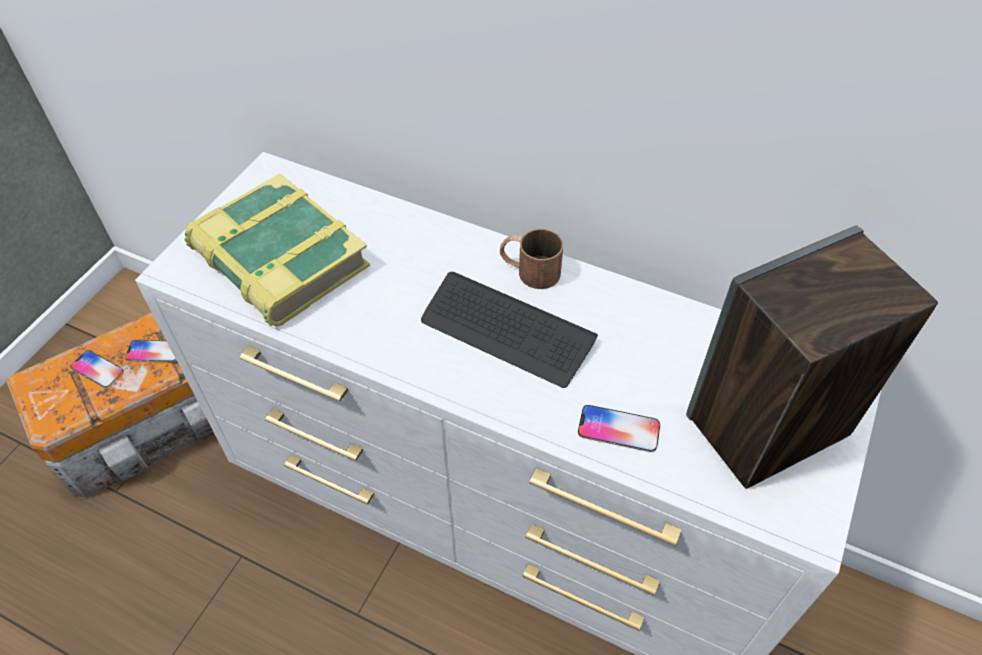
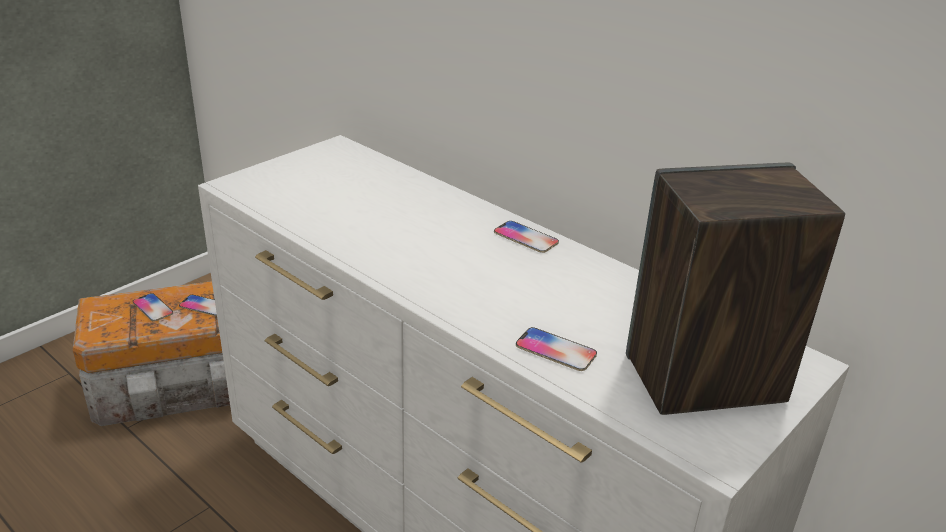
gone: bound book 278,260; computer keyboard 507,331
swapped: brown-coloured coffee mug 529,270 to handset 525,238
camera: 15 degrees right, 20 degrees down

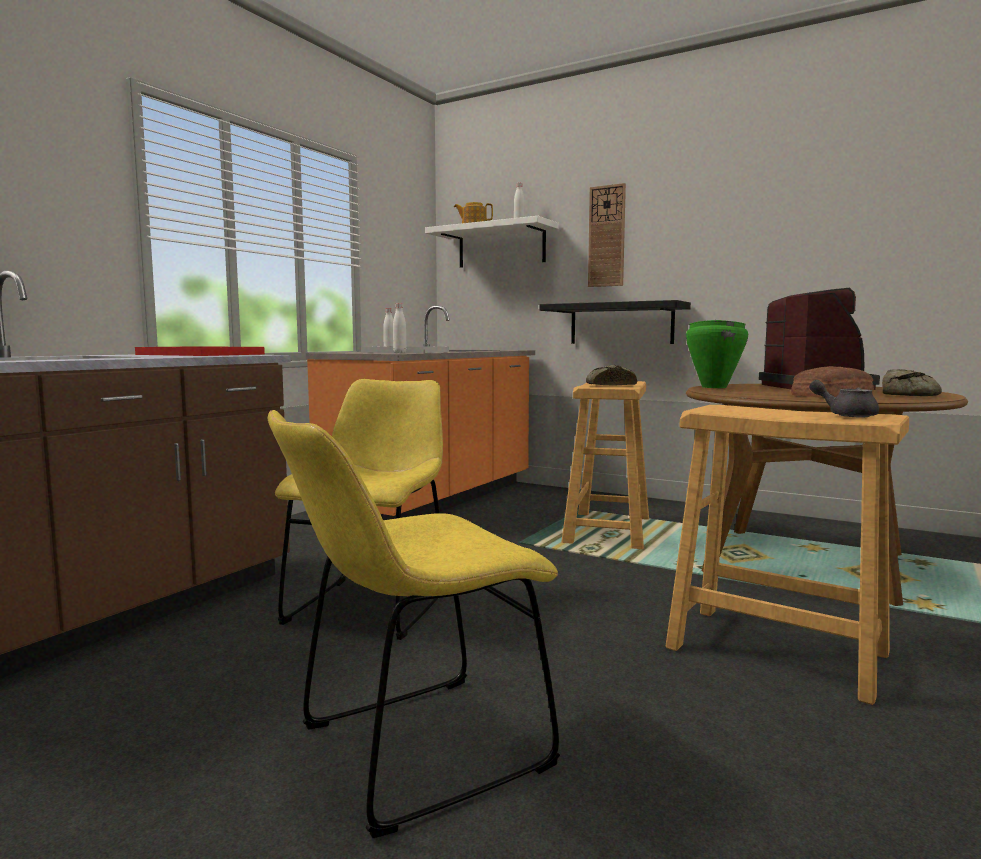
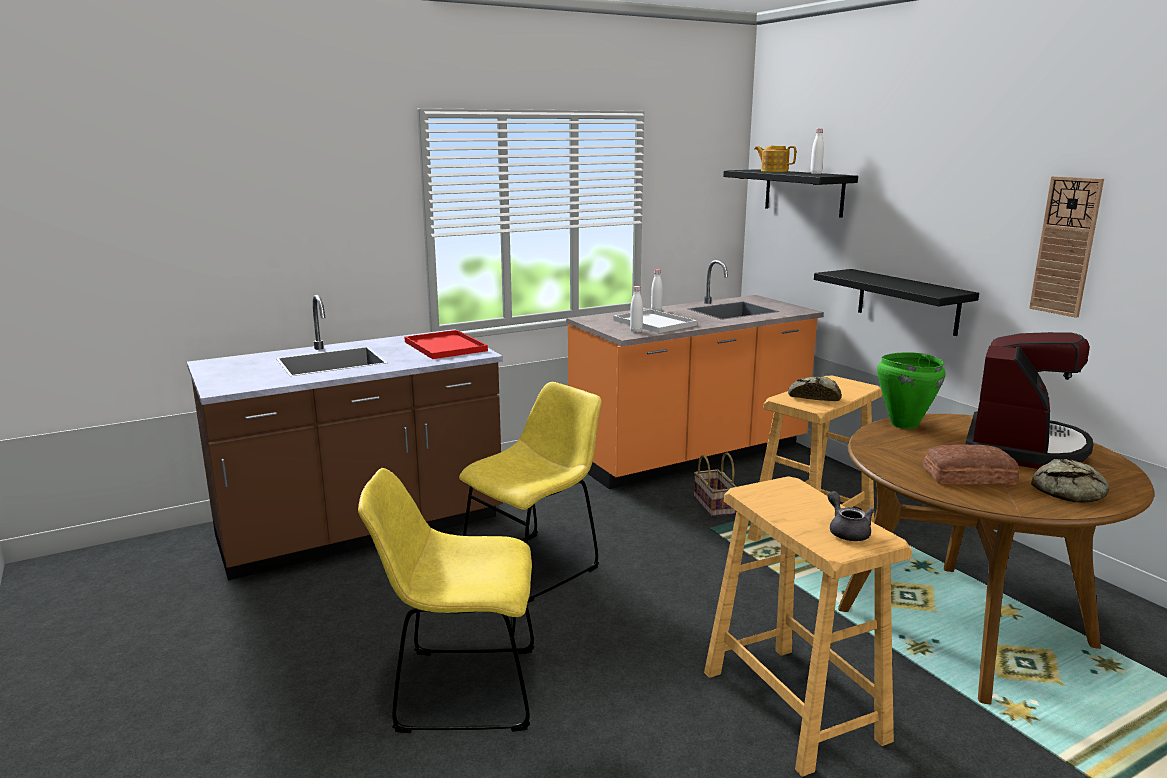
new: basket 715,506
shifted: wall clock 606,236 to 1066,246
repainted: whitish bracket shelf 501,246 to black bracket shelf 803,192
camera: 30 degrees right, 10 degrees up

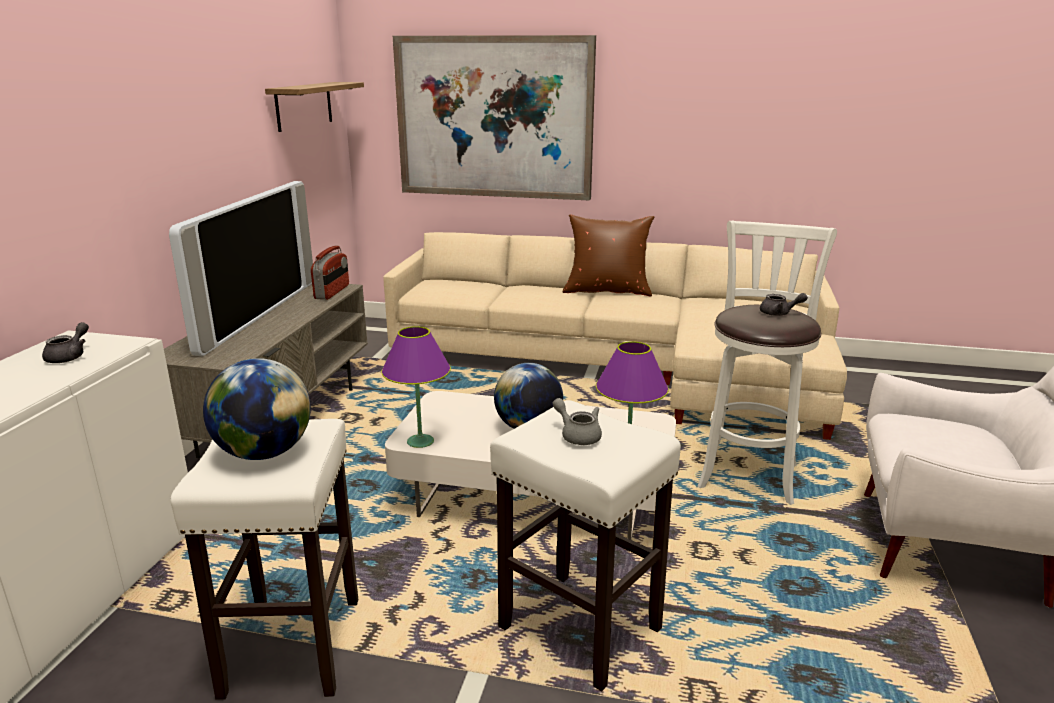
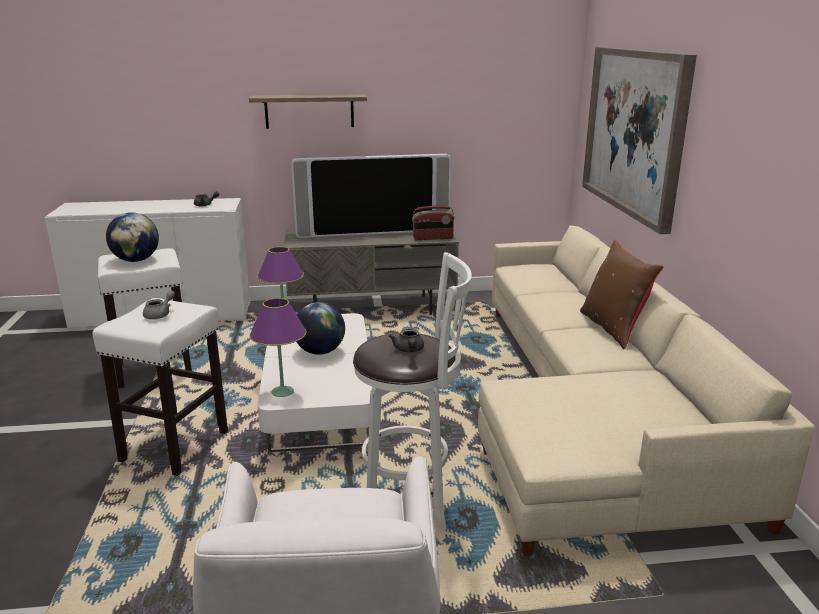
shifted: bracket shelf 304,105 to 309,111
camera: 70 degrees right, 0 degrees up

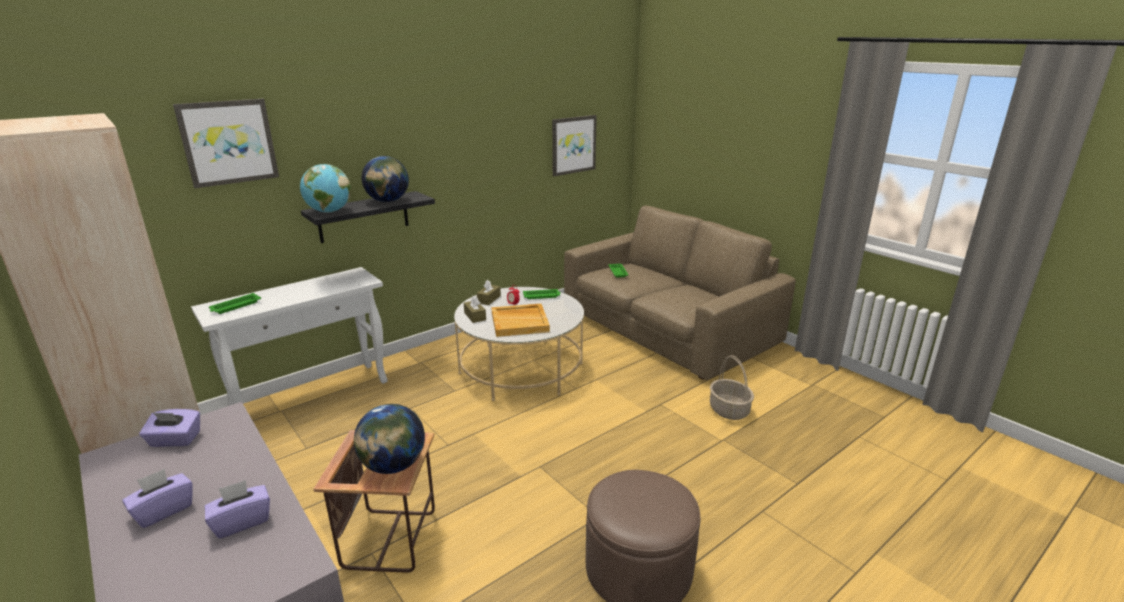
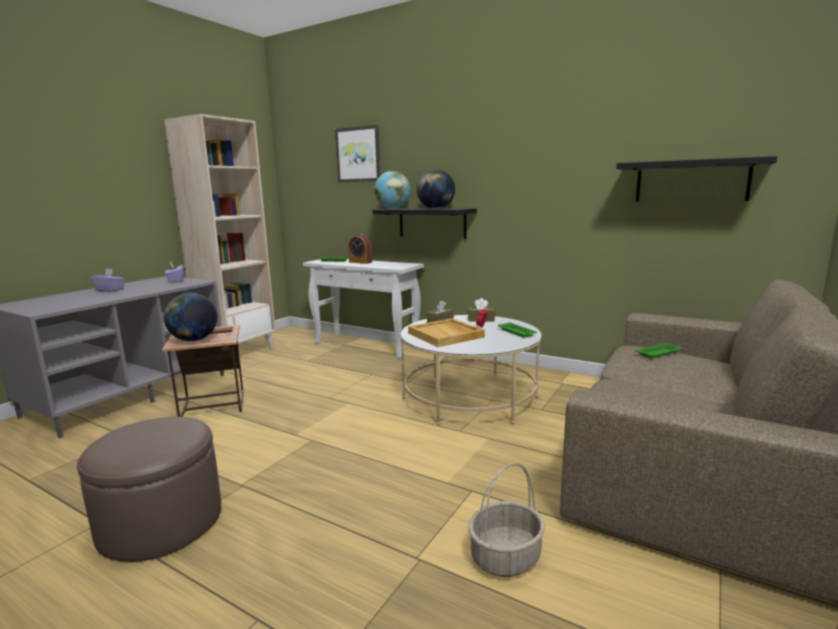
gone: purple-coloured tissue box 242,521
new: bedside clock 360,262
swapped: picture 573,145 to black bracket shelf 691,181
camera: 70 degrees right, 10 degrees down

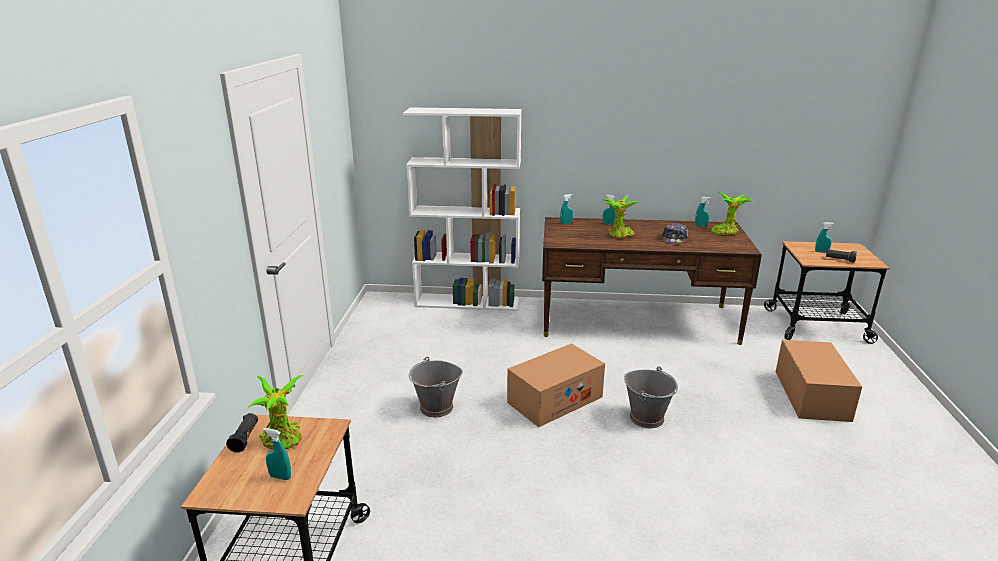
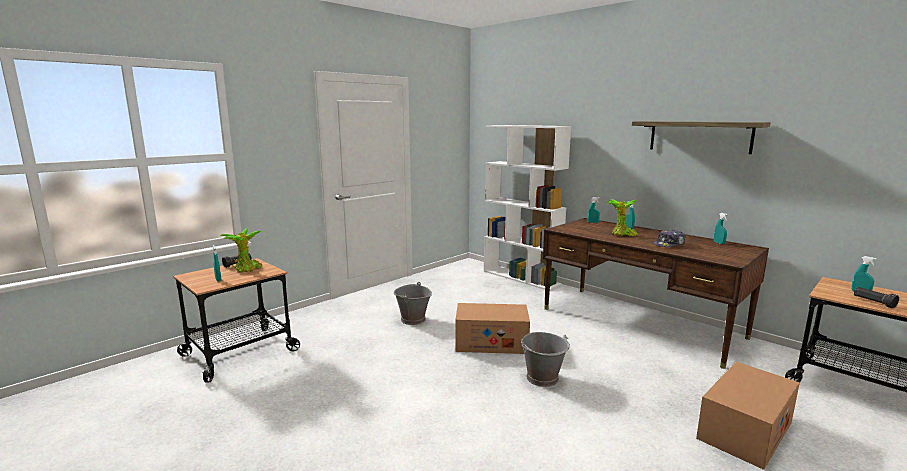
gone: potted plant 726,232
new: bracket shelf 699,136
camera: 40 degrees right, 10 degrees down

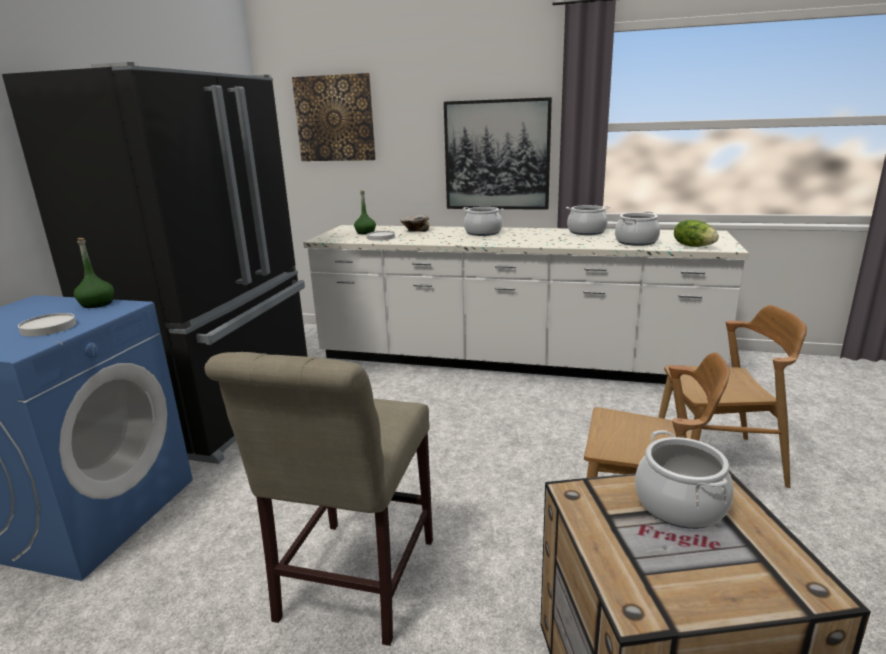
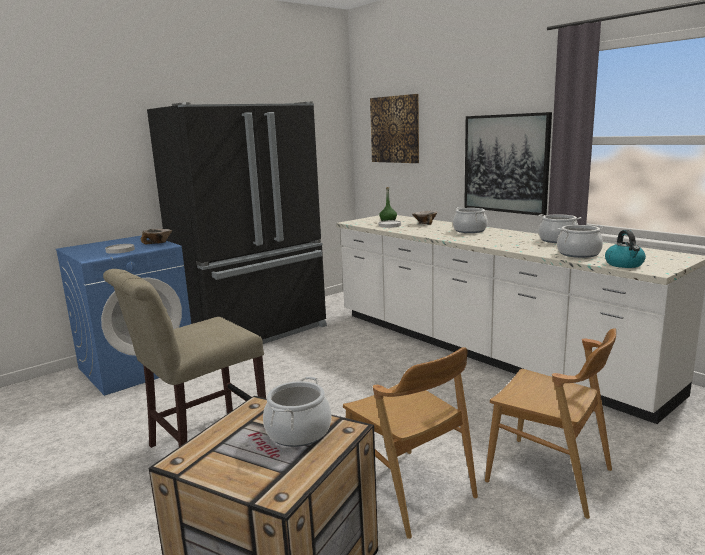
swapped: green-coloured beverage bottle 97,304 to serving bowl 158,242; lettuce head 693,246 to water kettle 624,264
camera: 35 degrees right, 5 degrees down

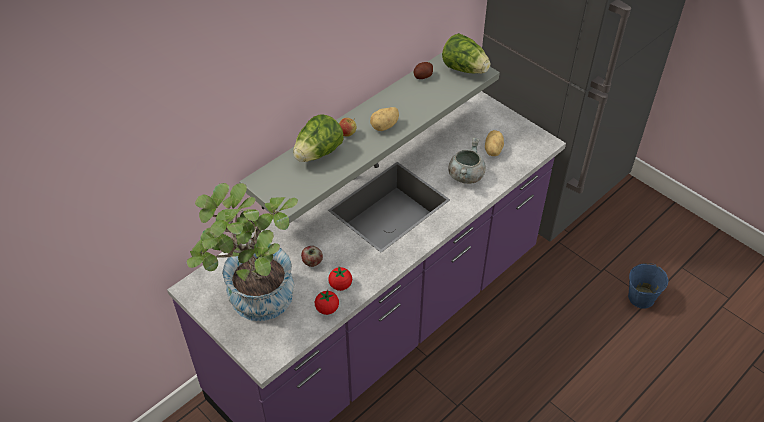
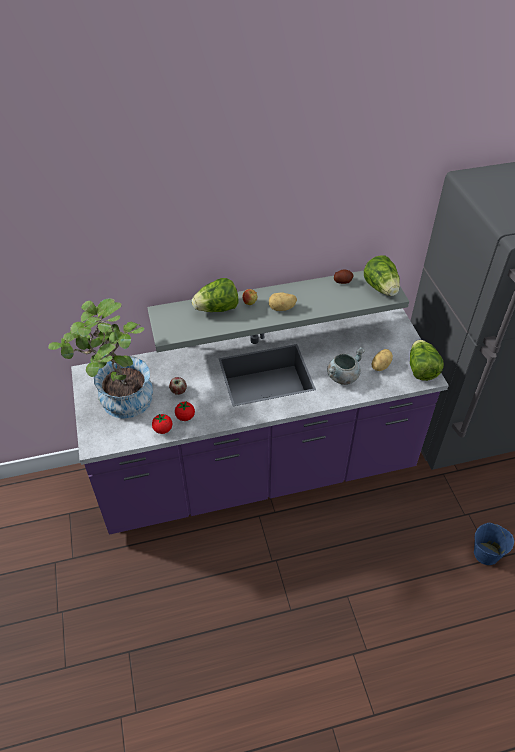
new: lettuce head 421,369
camera: 30 degrees right, 0 degrees up

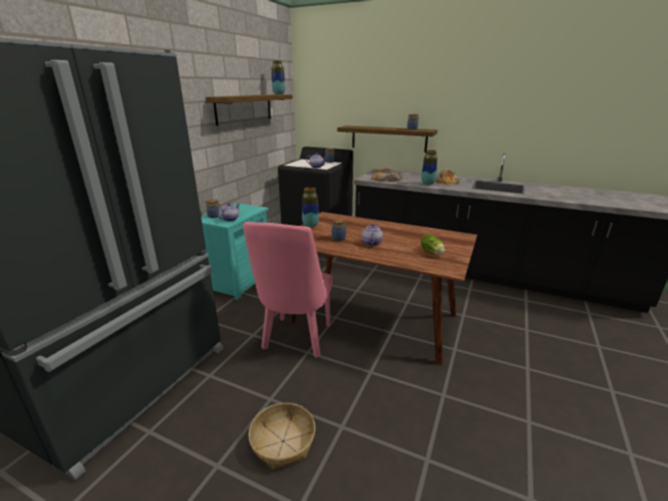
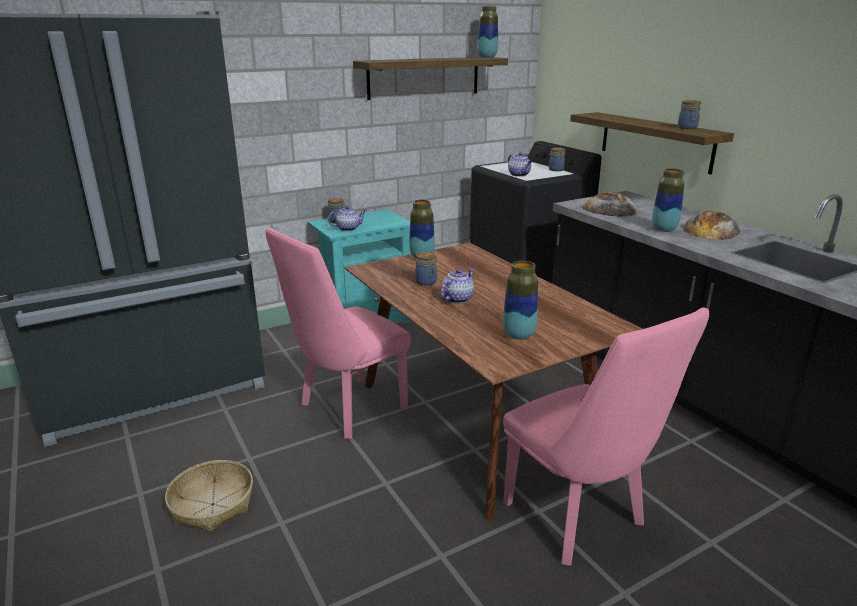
new: pink plain chair 581,520
swapped: lettuce head 432,252 to flower vase 519,335
camera: 35 degrees right, 0 degrees up

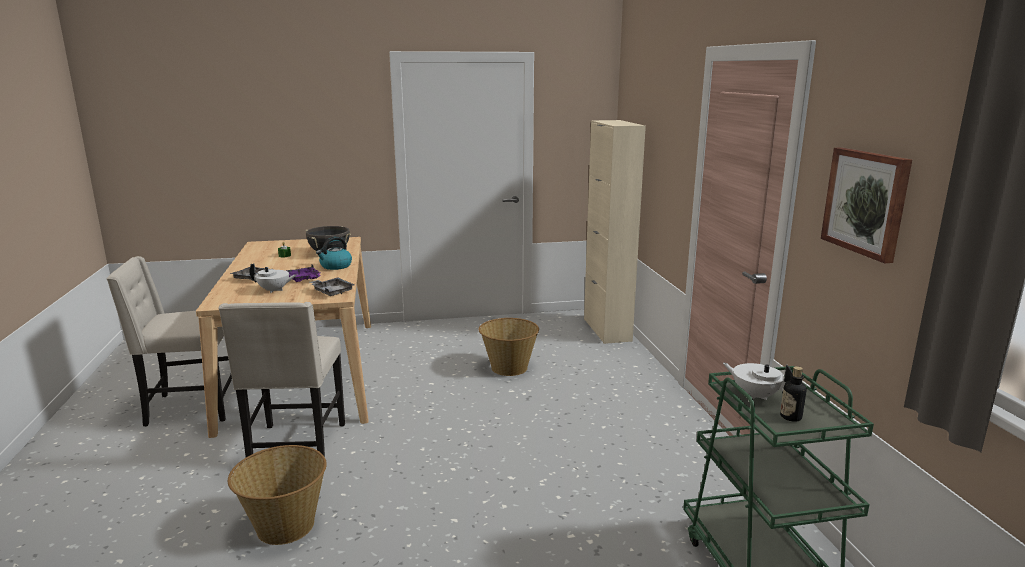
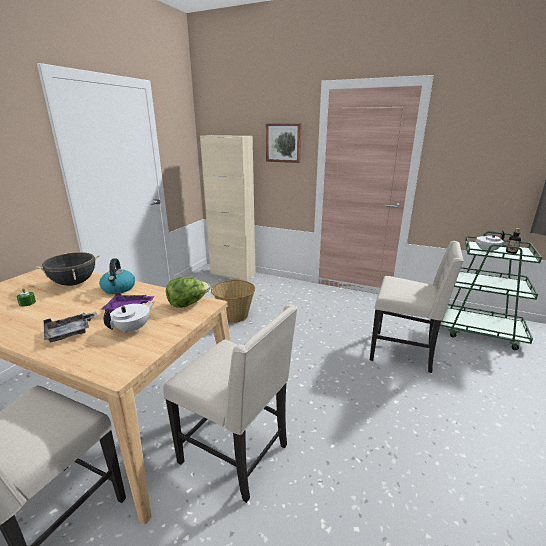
gone: basket 285,525
new: beige-coloured plain chair 403,352
shifted: picture 866,202 to 283,143
swapped: gray tray 332,291 to lettuce head 188,304
camera: 55 degrees left, 5 degrees up

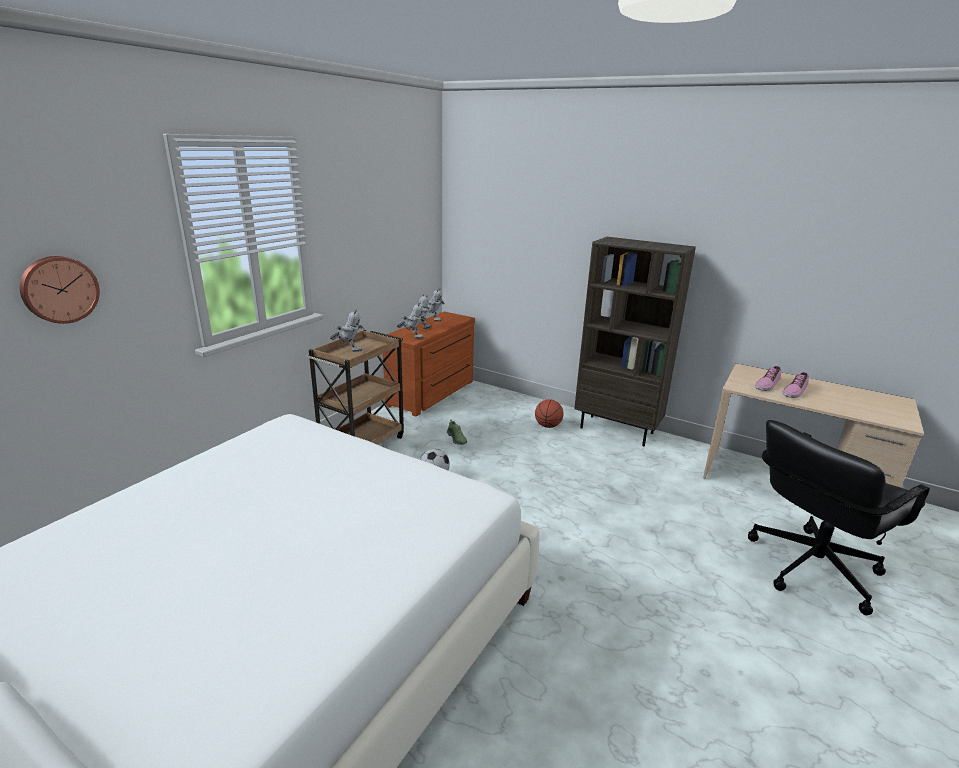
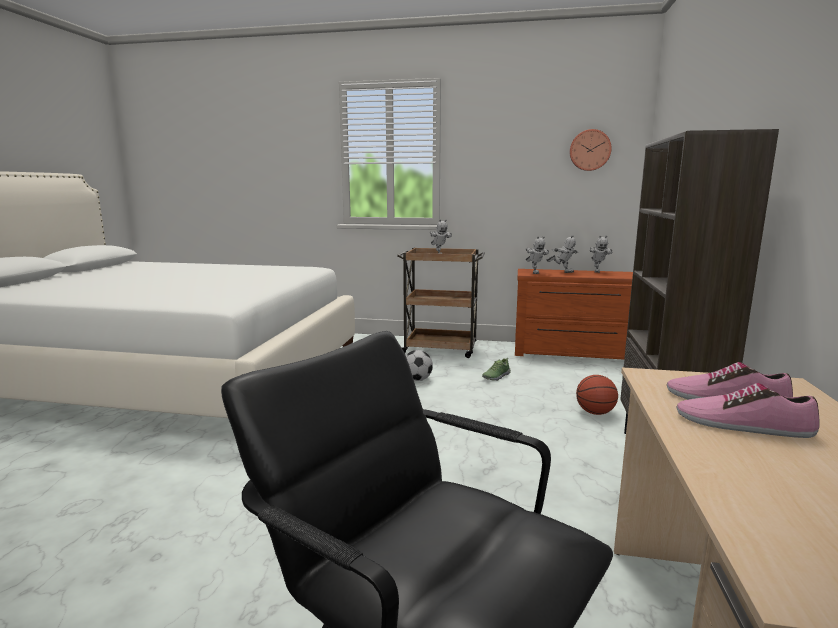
shifted: wall clock 59,289 to 589,150
camera: 70 degrees right, 10 degrees down

